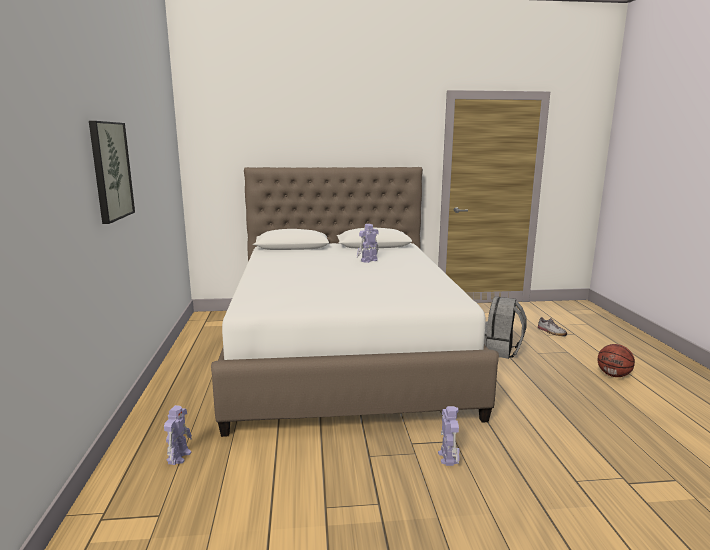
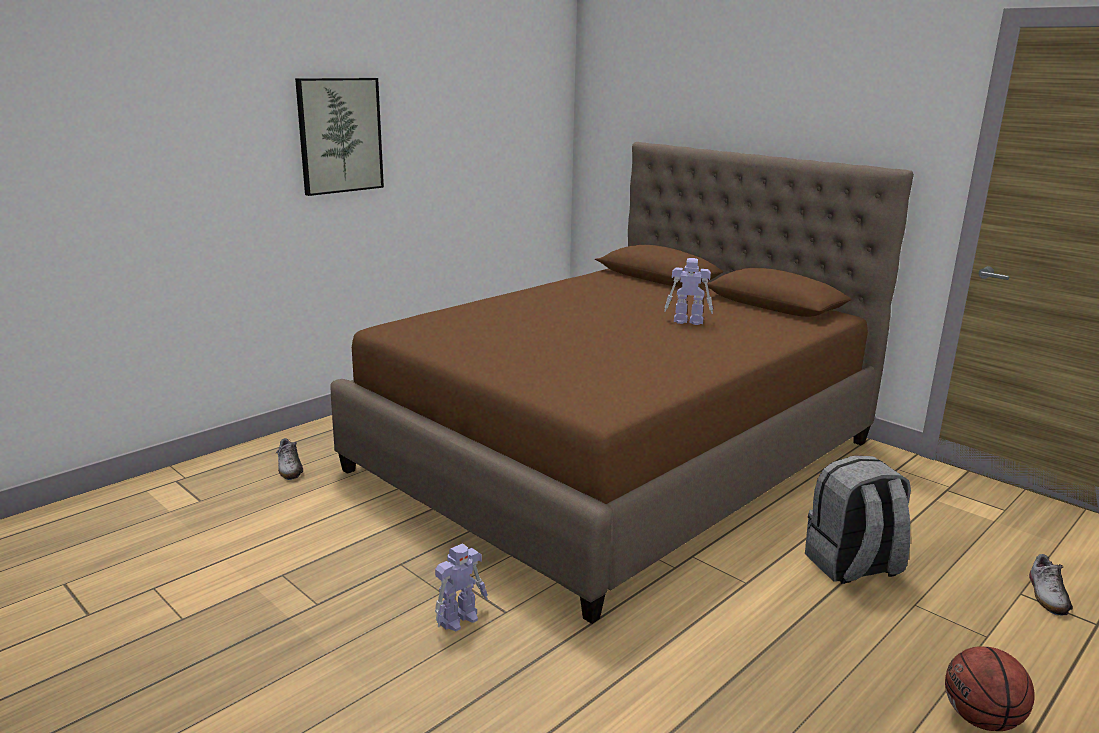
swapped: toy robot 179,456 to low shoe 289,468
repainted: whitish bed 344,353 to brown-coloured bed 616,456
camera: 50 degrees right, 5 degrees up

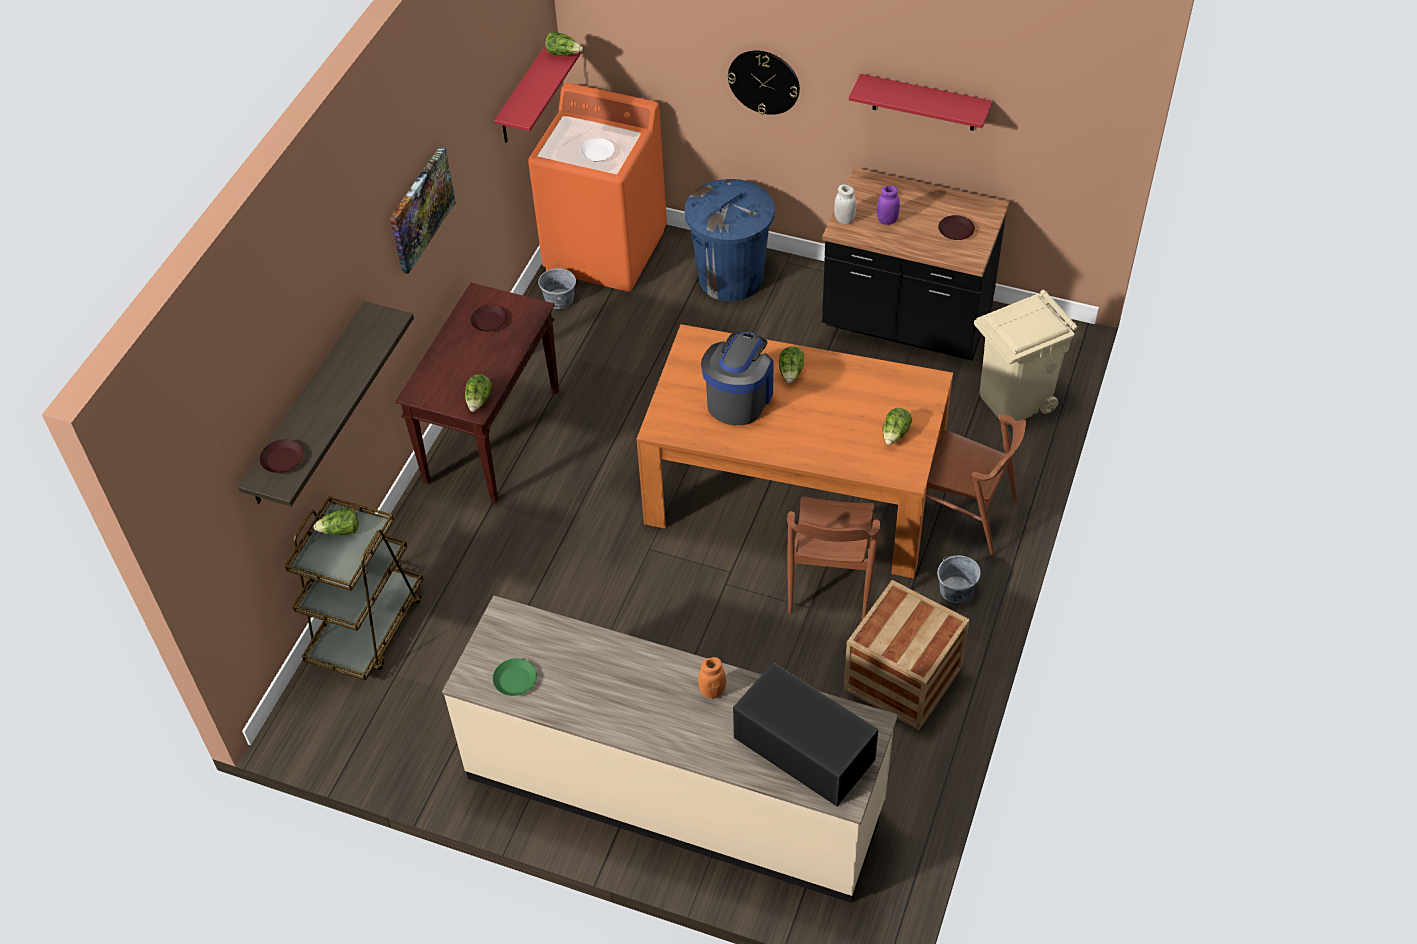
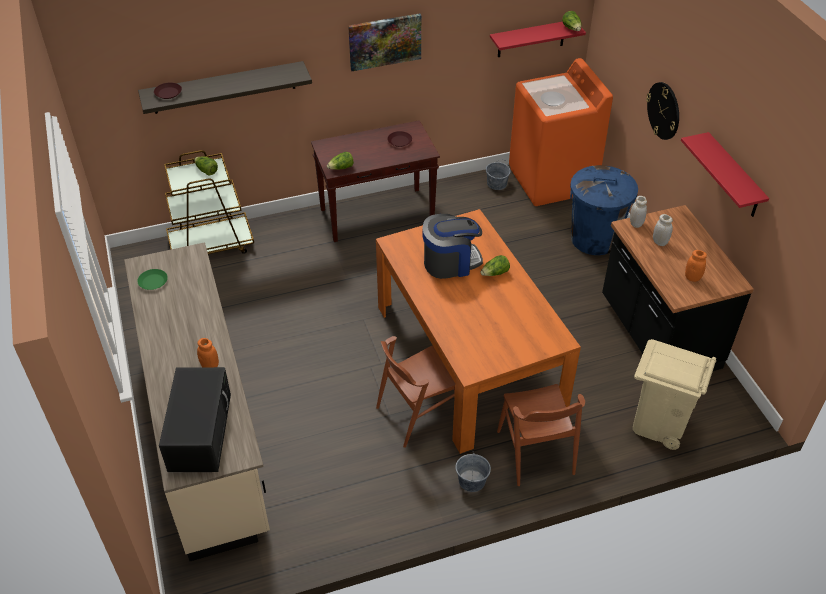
gone: crate 902,678; lettuce head 895,434
swapped: brown-coloured dinner plate 956,231 to orange preserve jar 692,277
repainted: purple-coloured preserve jar 887,220 to whitish preserve jar 660,242
camera: 50 degrees right, 5 degrees down

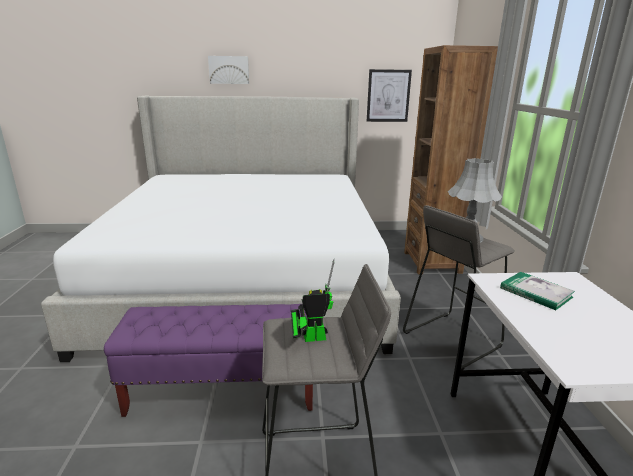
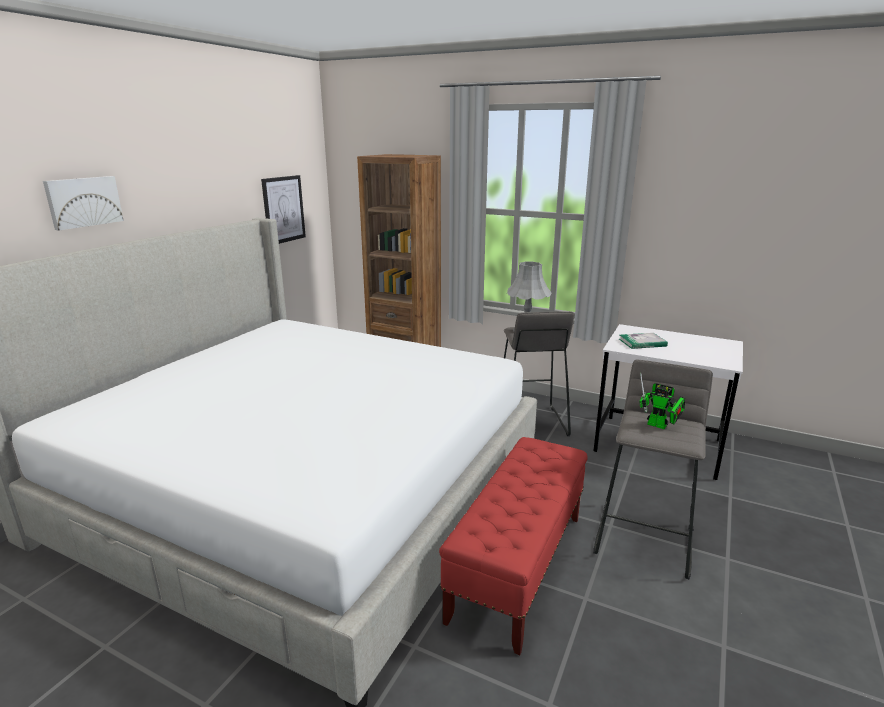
repainted: purple-coloured long seat 223,390 to red long seat 518,566
rotated: toy robot 311,338 = 660,426 75 degrees counterclockwise
camera: 60 degrees left, 0 degrees up

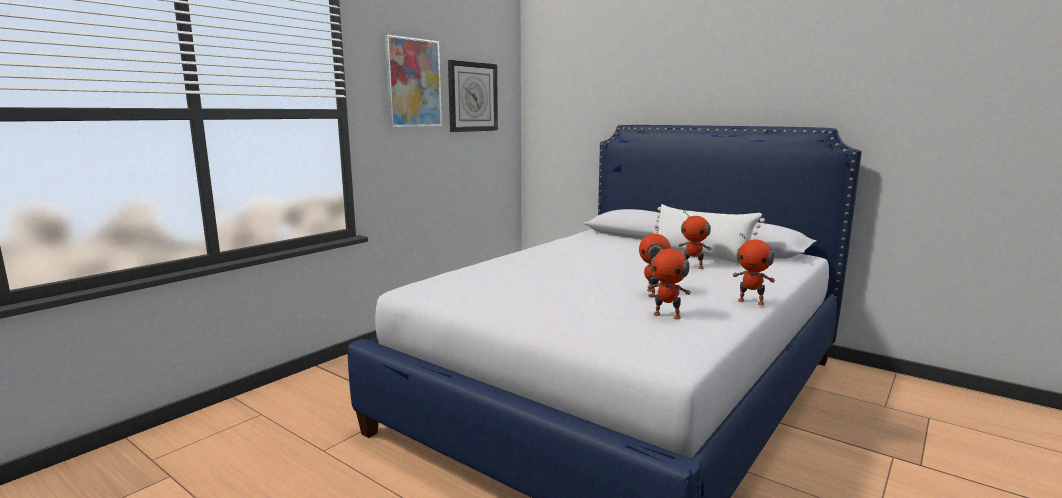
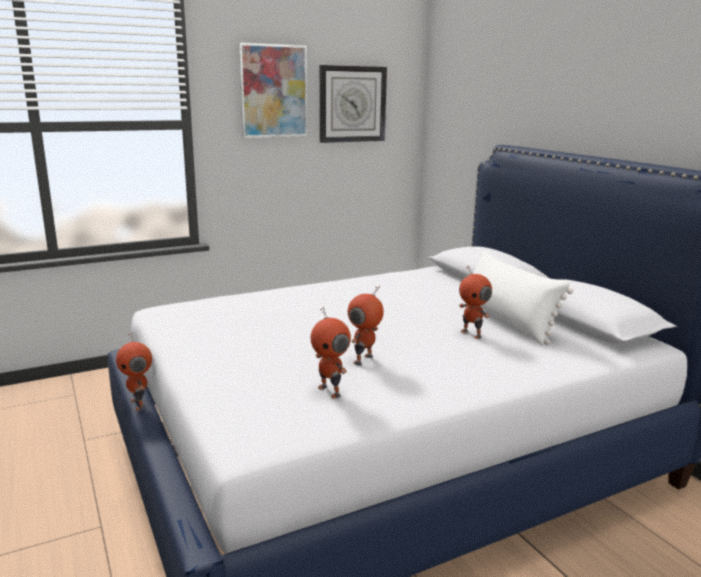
shifted: toy robot 751,302 to 139,404
camera: 25 degrees right, 5 degrees up

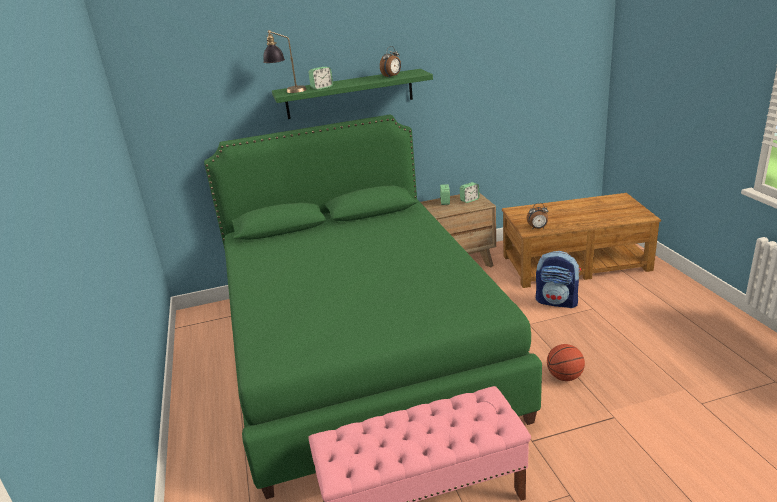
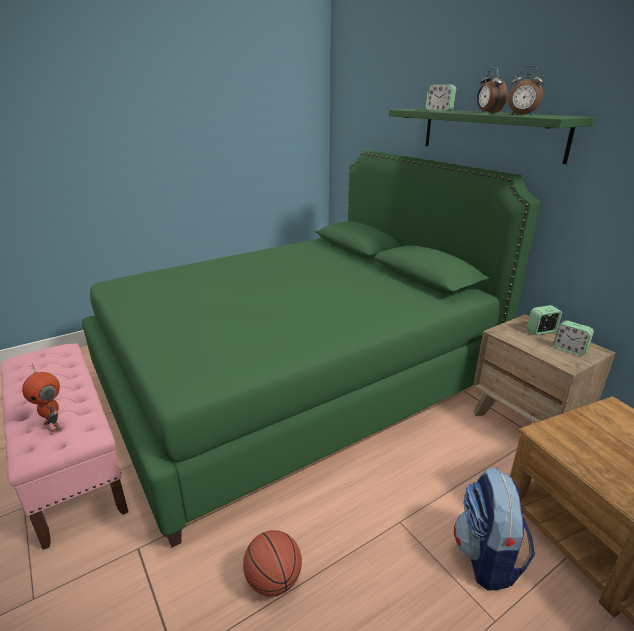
gone: lamp for a table 288,92
new: toy robot 54,425
shifted: bedside clock 538,228 to 487,113
camera: 70 degrees right, 0 degrees up

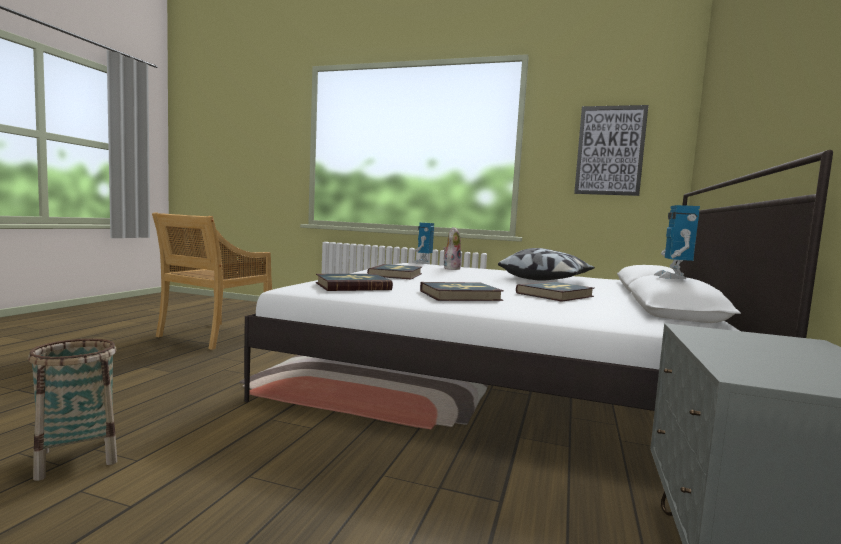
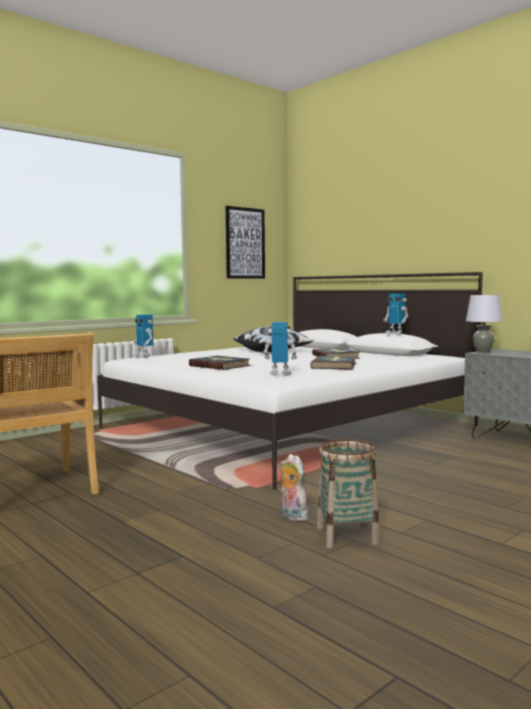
new: gray lamp for a table 483,352
shifted: cuddly toy 451,268 to 292,516
swapped: bound book 352,286 to toy robot 280,375
camera: 60 degrees left, 0 degrees up

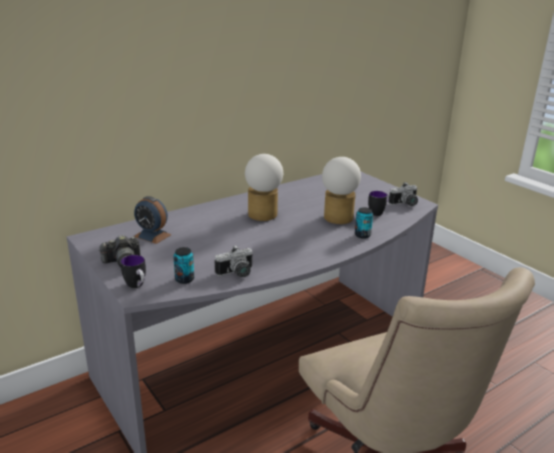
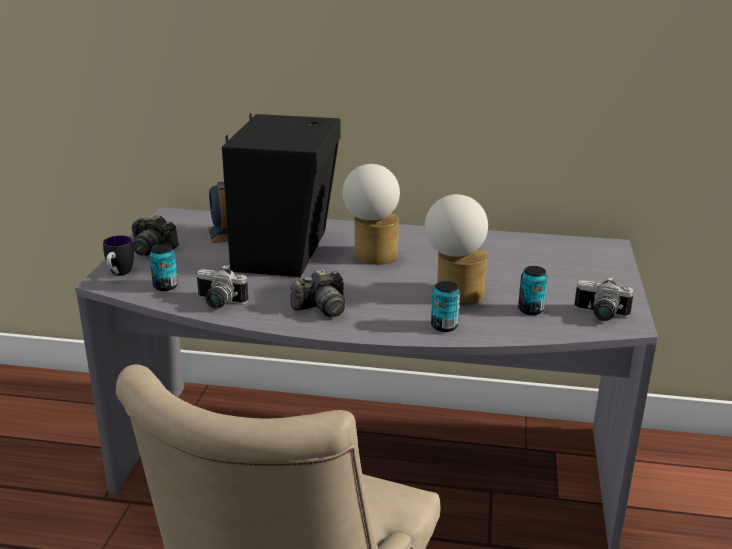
new: black speaker 287,250; still camera 322,308
swapped: coffee mug 378,213 to sealed can 530,310
camera: 45 degrees right, 0 degrees up

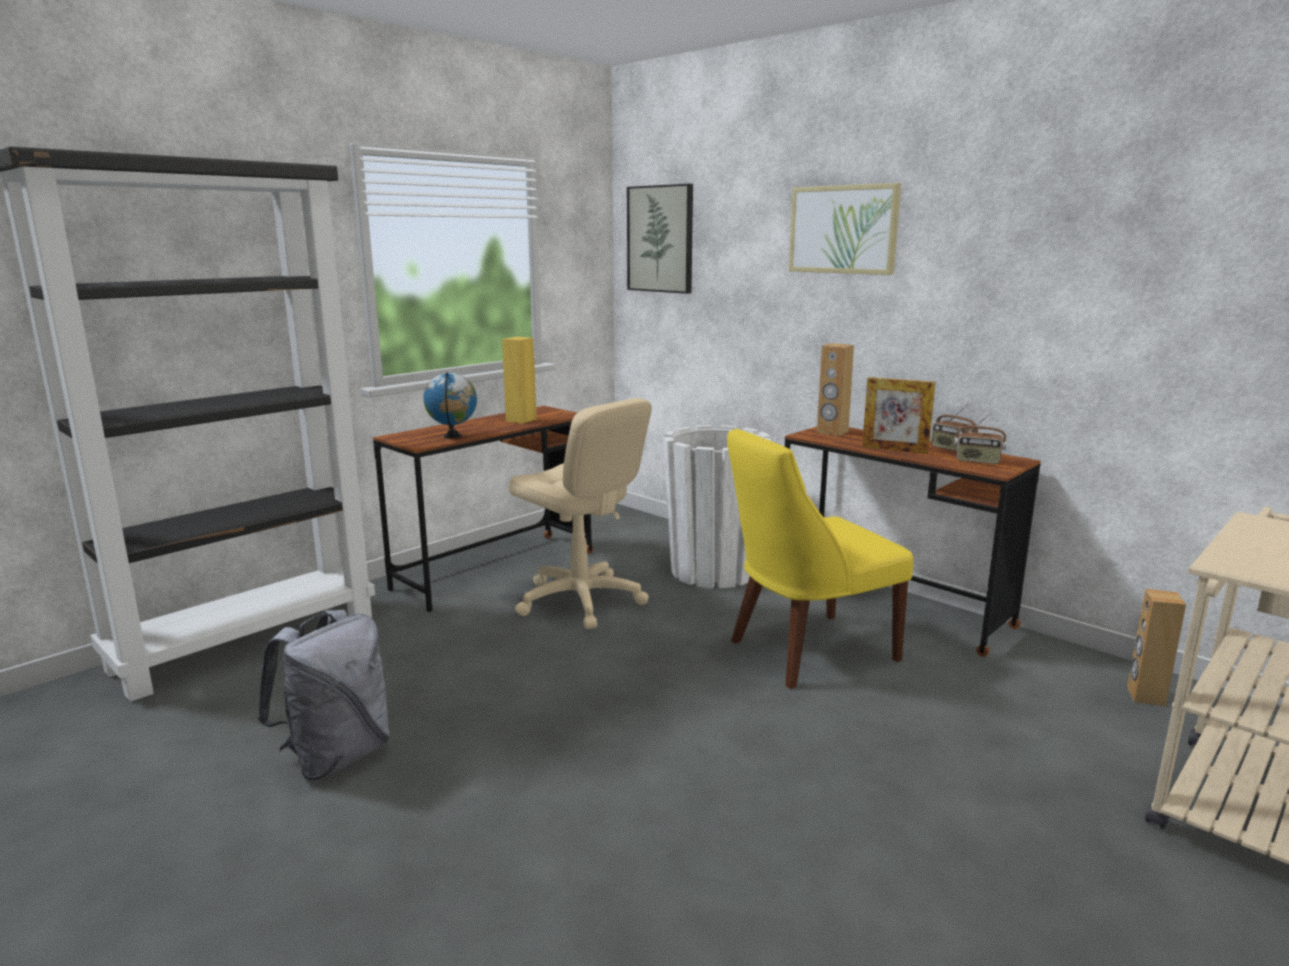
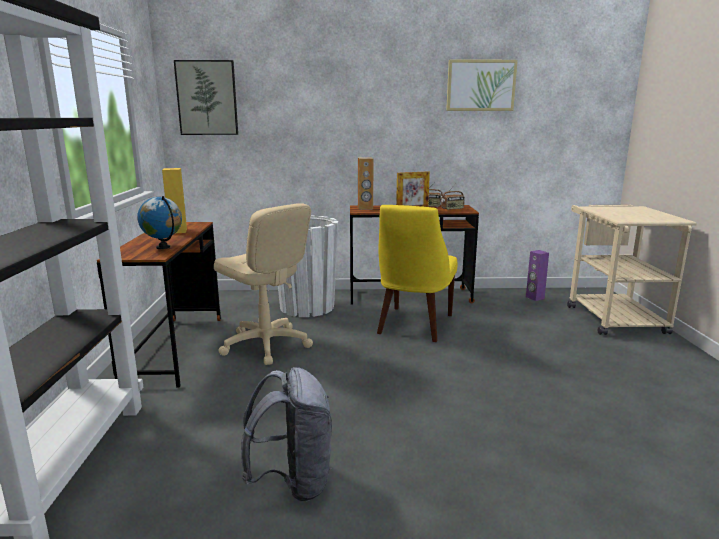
shifted: picture 843,229 to 480,85
repainted: brown-coloured speaker 1145,696 to purple-coloured speaker 534,298
rotated: beige-coloured office chair 580,601 = 266,345 45 degrees clockwise
camera: 45 degrees left, 0 degrees up

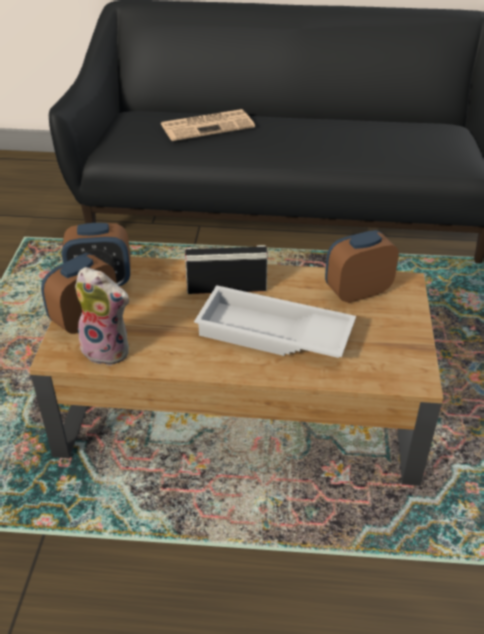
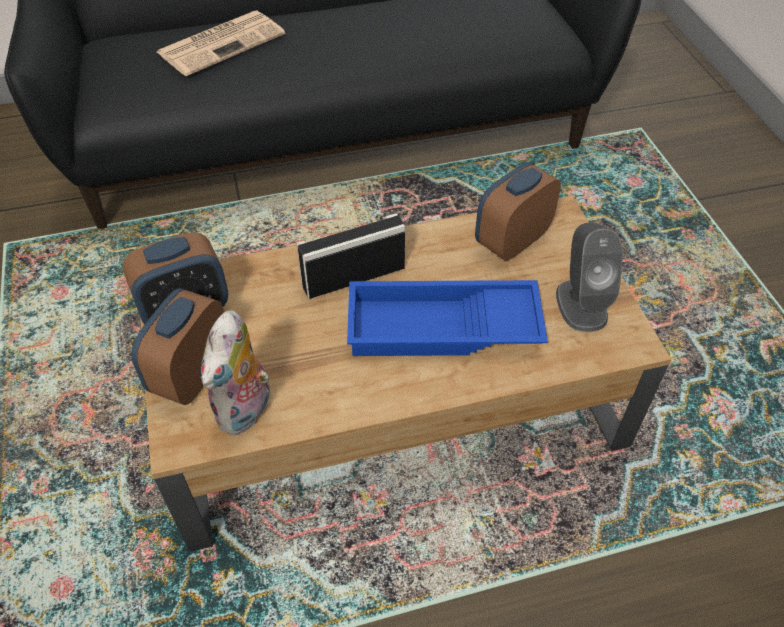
new: gray speaker 581,304
repainted: whitish tray 272,335 to blue tray 442,329
rotated: cuddly toy 109,349 = 246,411 105 degrees clockwise
camera: 20 degrees left, 10 degrees up

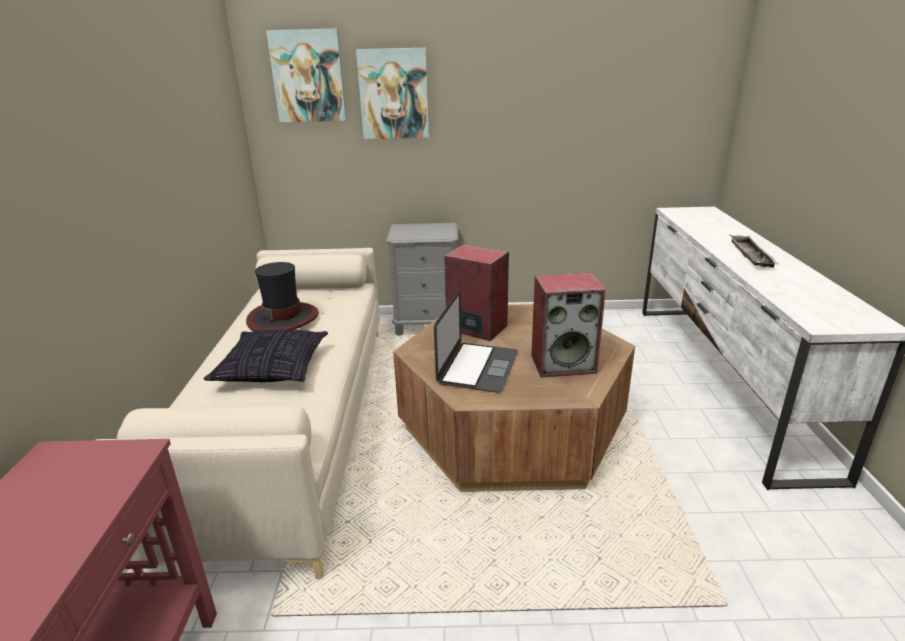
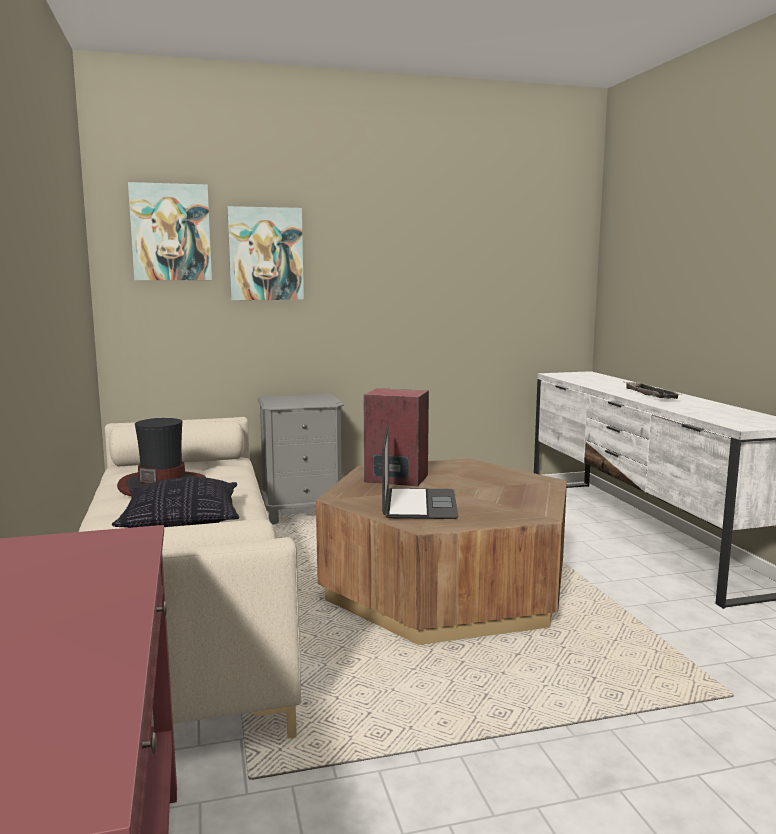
gone: speaker 564,363
camera: 15 degrees left, 15 degrees down

